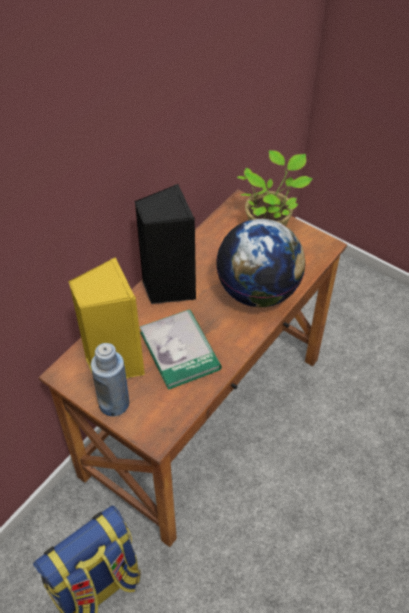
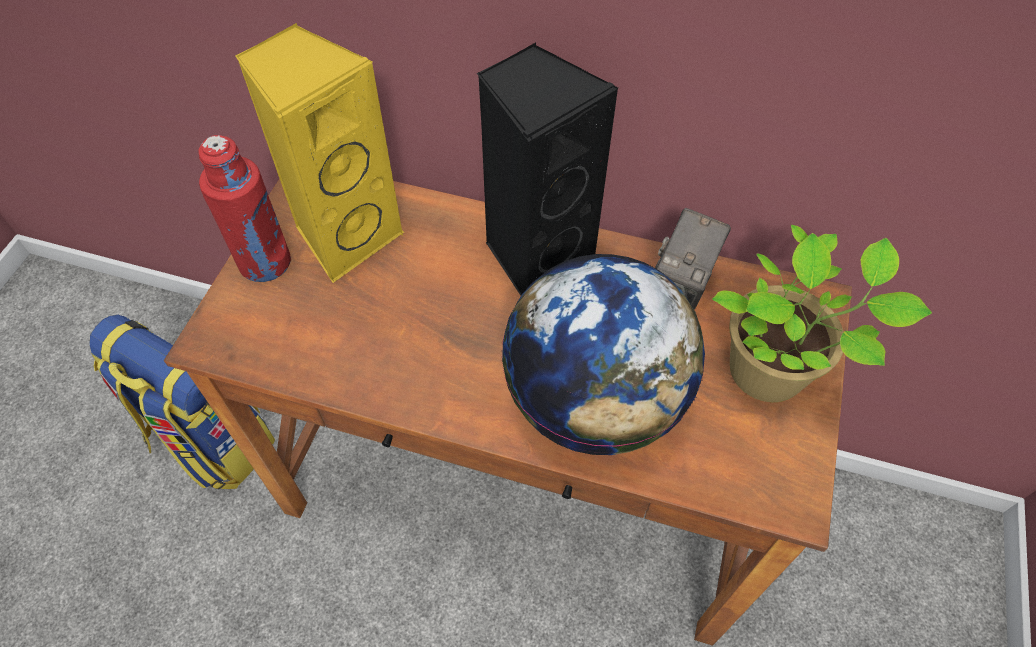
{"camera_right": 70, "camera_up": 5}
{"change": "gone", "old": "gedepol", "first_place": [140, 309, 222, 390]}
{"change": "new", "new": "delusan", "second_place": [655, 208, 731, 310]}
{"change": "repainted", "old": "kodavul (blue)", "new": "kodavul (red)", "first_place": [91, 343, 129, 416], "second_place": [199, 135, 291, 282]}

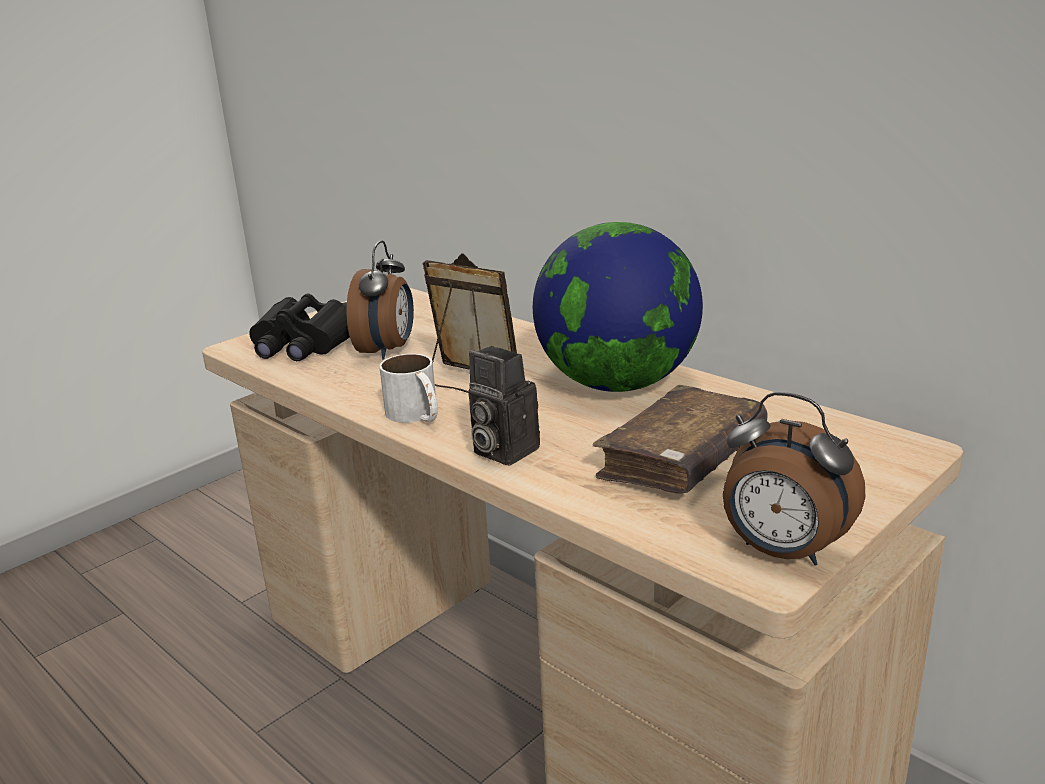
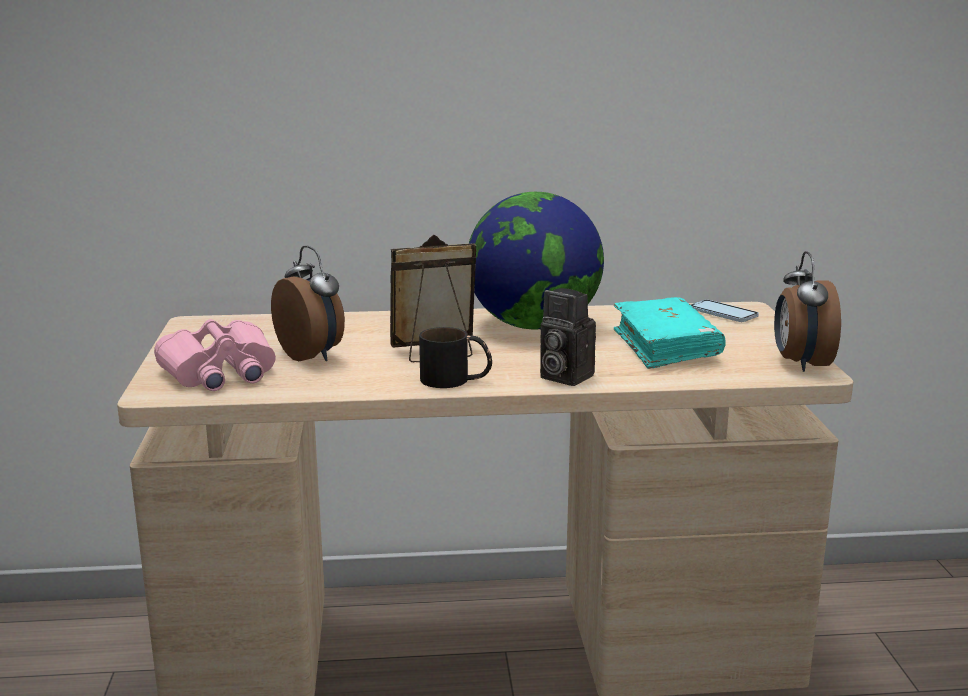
{"camera_right": -50, "camera_up": -5}
{"change": "new", "new": "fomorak", "second_place": [690, 300, 759, 322]}
{"change": "repainted", "old": "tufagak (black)", "new": "tufagak (pink)", "first_place": [249, 293, 350, 361], "second_place": [154, 319, 276, 391]}
{"change": "repainted", "old": "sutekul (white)", "new": "sutekul (black)", "first_place": [379, 354, 438, 423], "second_place": [419, 327, 492, 388]}
{"change": "repainted", "old": "gedepol (brown)", "new": "gedepol (turquoise)", "first_place": [593, 385, 767, 494], "second_place": [614, 297, 725, 369]}
{"change": "rotated", "old": "delusan", "first_place": [469, 346, 540, 466], "second_place": [540, 288, 596, 386], "degrees": 45}
{"change": "rotated", "old": "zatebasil", "first_place": [723, 392, 866, 566], "second_place": [774, 251, 841, 372], "degrees": 105}

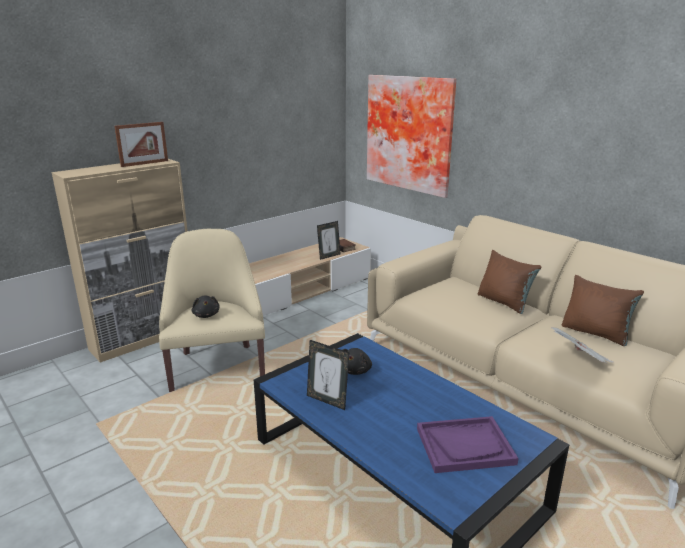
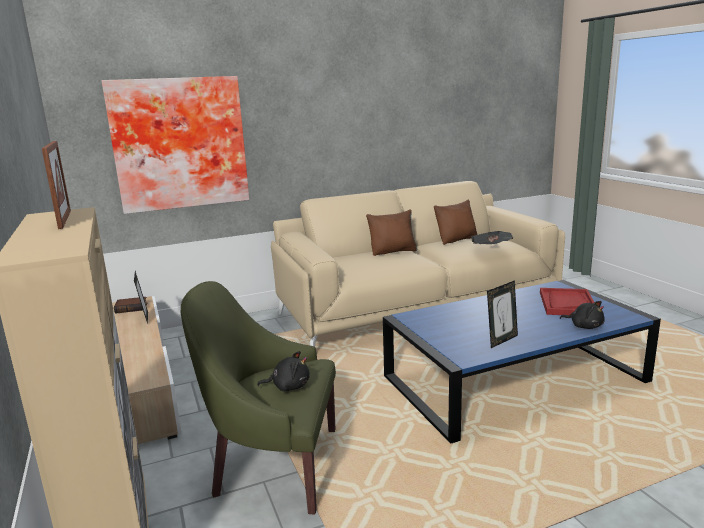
{"camera_right": -70, "camera_up": -5}
{"change": "shifted", "old": "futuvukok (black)", "first_place": [343, 348, 372, 375], "second_place": [560, 301, 605, 329]}
{"change": "repainted", "old": "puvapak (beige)", "new": "puvapak (green)", "first_place": [159, 229, 265, 392], "second_place": [181, 281, 336, 514]}
{"change": "repainted", "old": "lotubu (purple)", "new": "lotubu (red)", "first_place": [417, 416, 519, 473], "second_place": [540, 288, 594, 315]}

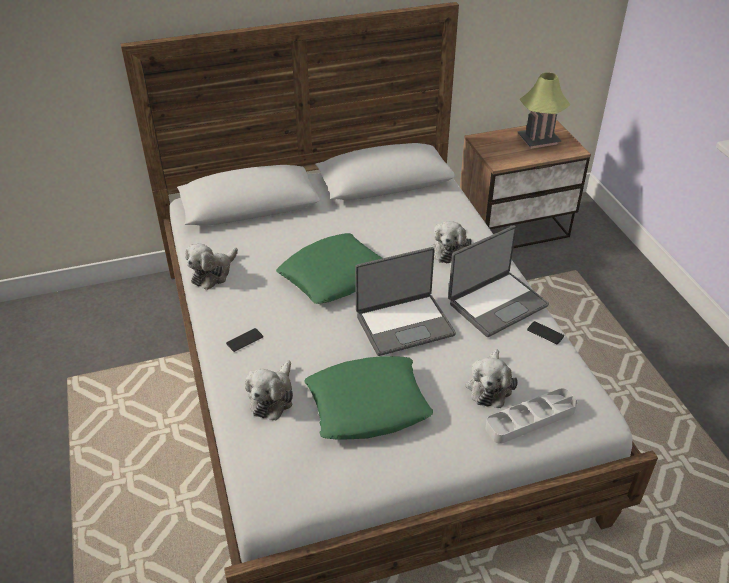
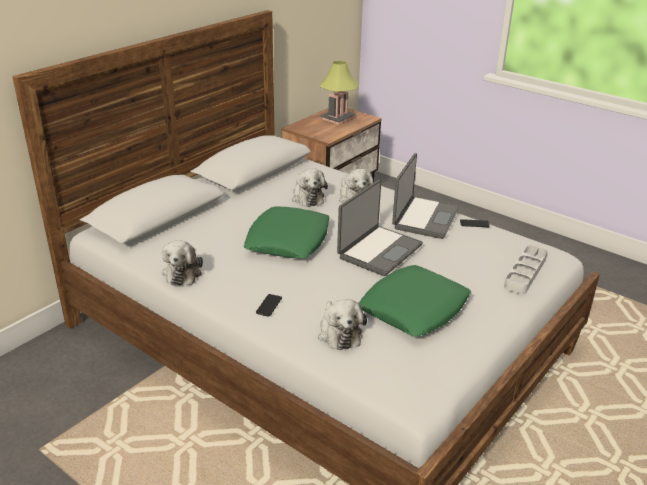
{"camera_right": -35, "camera_up": -10}
{"change": "shifted", "old": "futuvukok", "first_place": [466, 349, 518, 408], "second_place": [292, 168, 328, 207]}

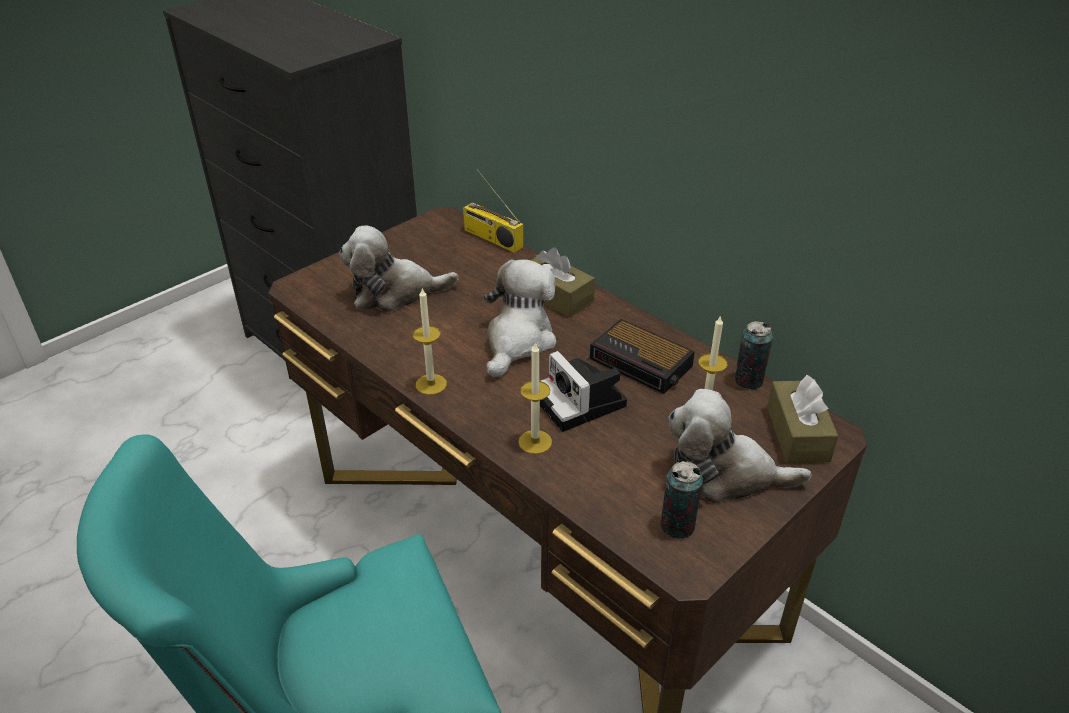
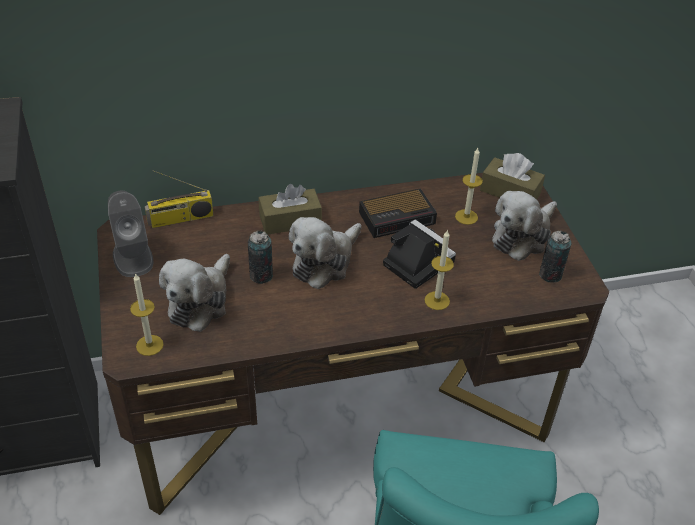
{"camera_right": -60, "camera_up": 5}
{"change": "new", "new": "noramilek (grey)", "second_place": [108, 191, 153, 277]}
{"change": "shifted", "old": "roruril", "first_place": [413, 288, 447, 395], "second_place": [130, 273, 164, 356]}
{"change": "shifted", "old": "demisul", "first_place": [734, 321, 773, 390], "second_place": [248, 231, 273, 284]}
{"change": "rotated", "old": "futuvukok", "first_place": [484, 259, 556, 378], "second_place": [289, 217, 362, 289], "degrees": -105}
{"change": "rotated", "old": "delusan", "first_place": [540, 351, 627, 432], "second_place": [383, 219, 456, 289], "degrees": -135}

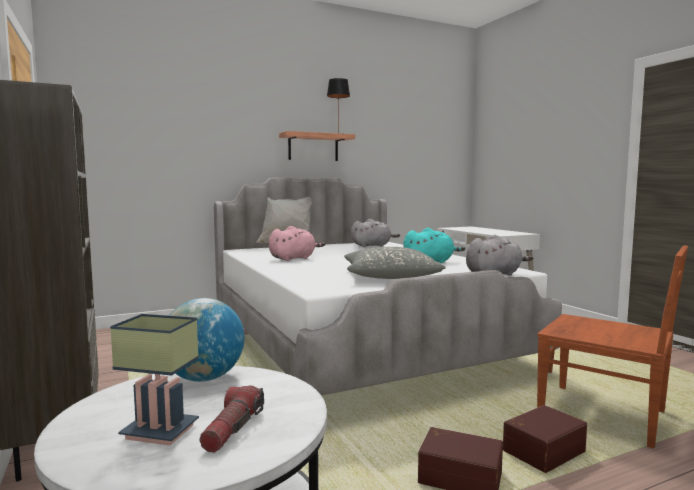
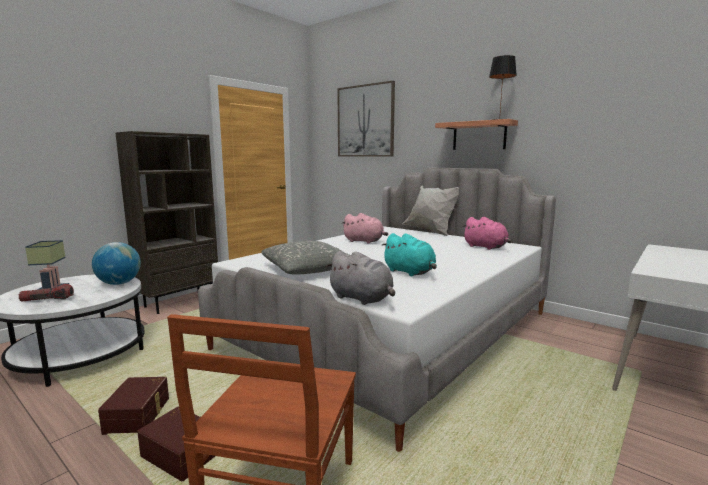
{"camera_right": 65, "camera_up": 5}
{"change": "new", "new": "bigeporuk", "second_place": [337, 81, 395, 157]}
{"change": "repainted", "old": "futuvukok (grey)", "new": "futuvukok (pink)", "first_place": [351, 219, 400, 247], "second_place": [462, 217, 511, 250]}

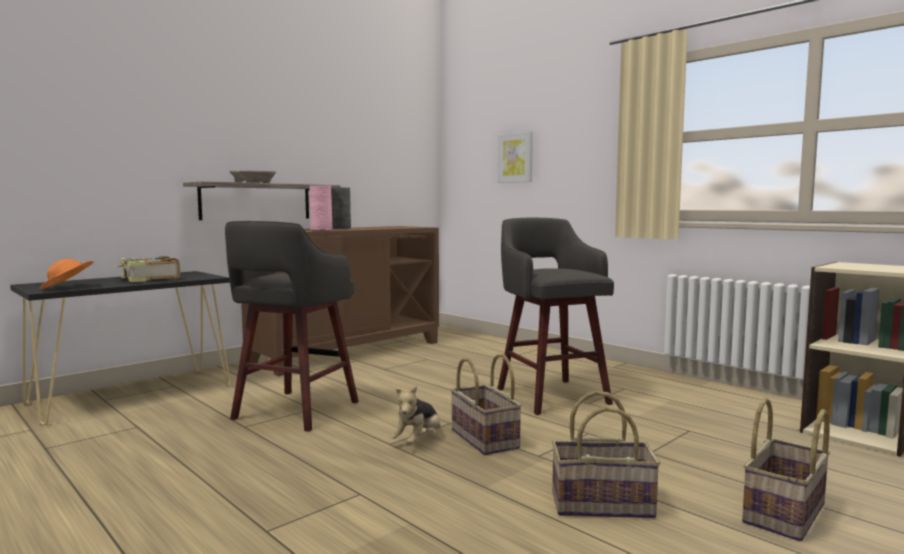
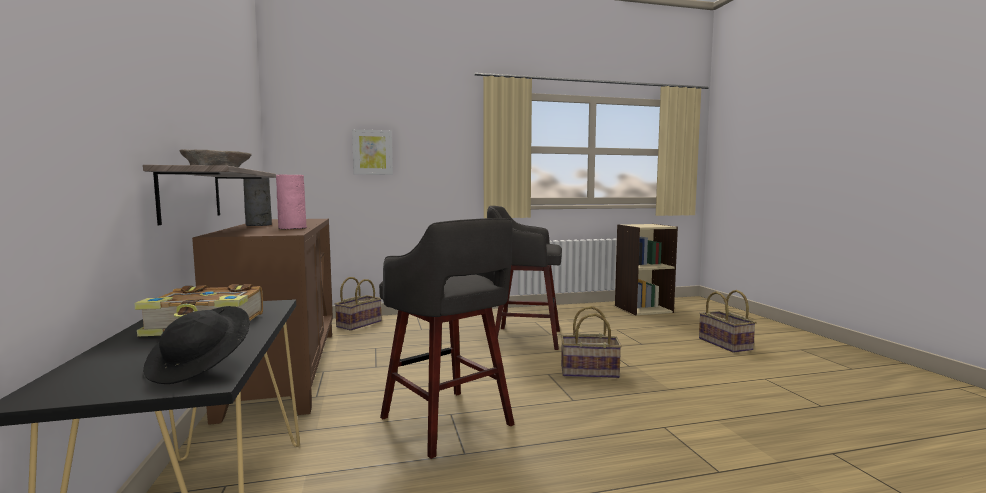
{"camera_right": -60, "camera_up": 0}
{"change": "gone", "old": "futuvukok", "first_place": [390, 386, 440, 444]}
{"change": "shifted", "old": "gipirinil", "first_place": [552, 391, 660, 518], "second_place": [335, 277, 382, 331]}
{"change": "repainted", "old": "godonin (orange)", "new": "godonin (black)", "first_place": [39, 259, 93, 289], "second_place": [143, 306, 250, 384]}

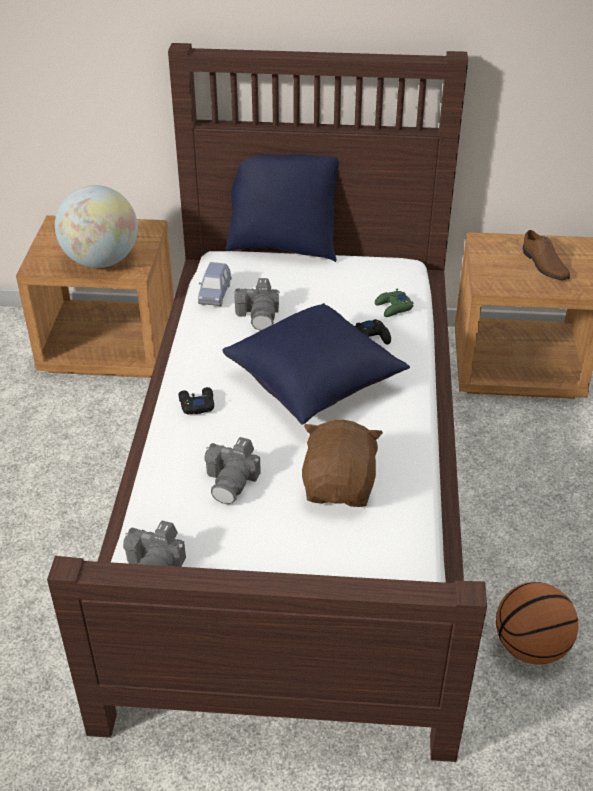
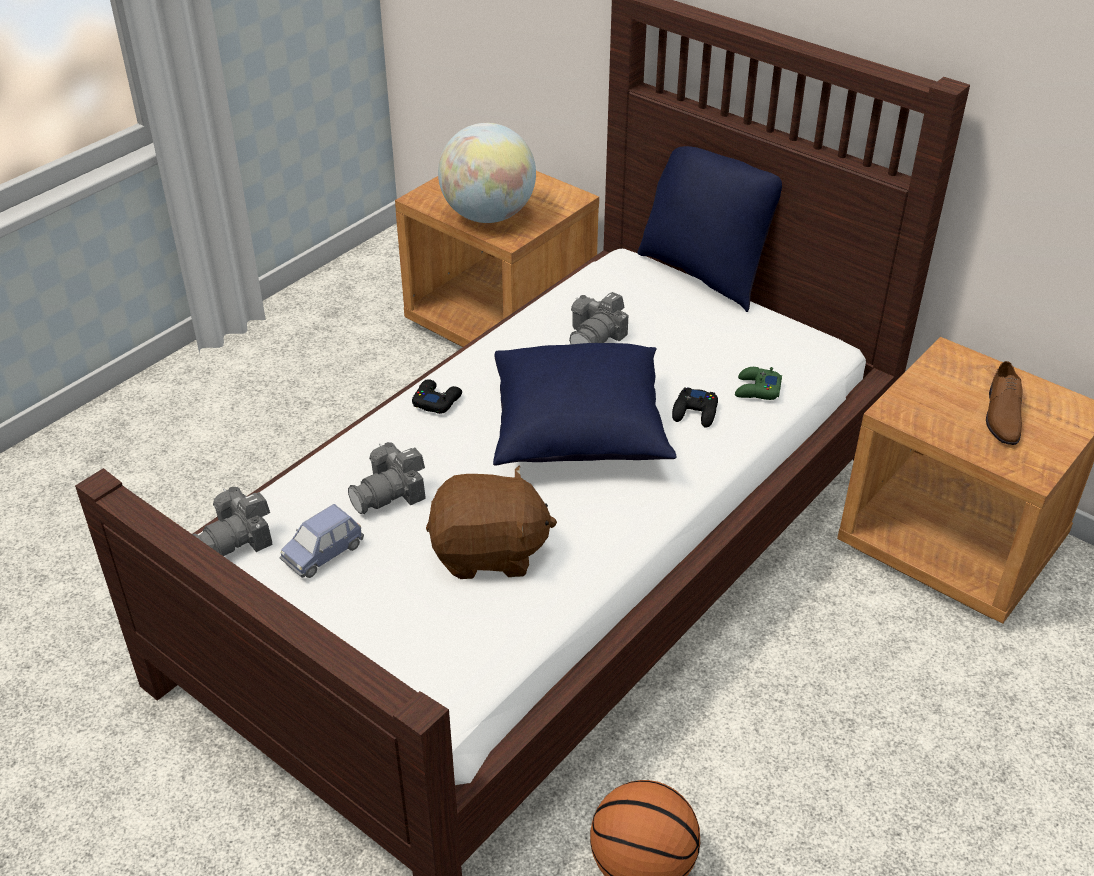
{"camera_right": 35, "camera_up": 0}
{"change": "shifted", "old": "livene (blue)", "first_place": [198, 262, 231, 306], "second_place": [279, 504, 364, 578]}
{"change": "rotated", "old": "futuvukok (brown)", "first_place": [302, 420, 383, 507], "second_place": [426, 466, 557, 579], "degrees": 45}

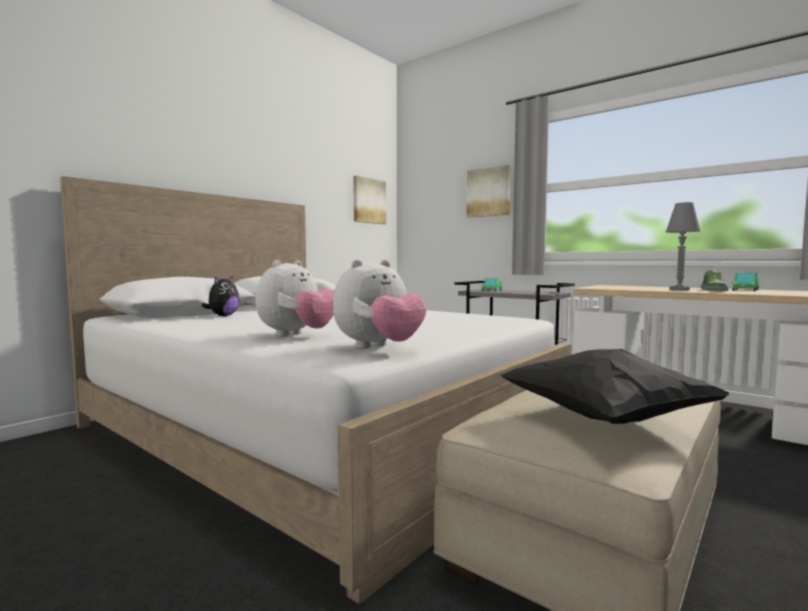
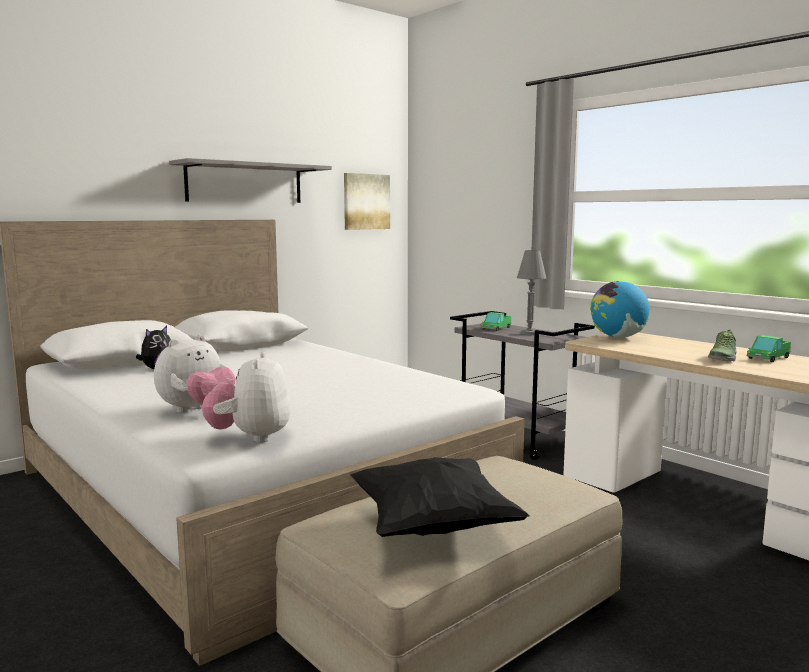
{"camera_right": 10, "camera_up": 5}
{"change": "gone", "old": "bigeporuk", "first_place": [466, 165, 511, 218]}
{"change": "new", "new": "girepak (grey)", "second_place": [169, 158, 332, 203]}
{"change": "new", "new": "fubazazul", "second_place": [590, 281, 650, 338]}
{"change": "shifted", "old": "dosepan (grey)", "first_place": [666, 202, 701, 290], "second_place": [517, 250, 547, 335]}
{"change": "rotated", "old": "futuvukok", "first_place": [333, 260, 427, 349], "second_place": [202, 352, 291, 443], "degrees": 120}

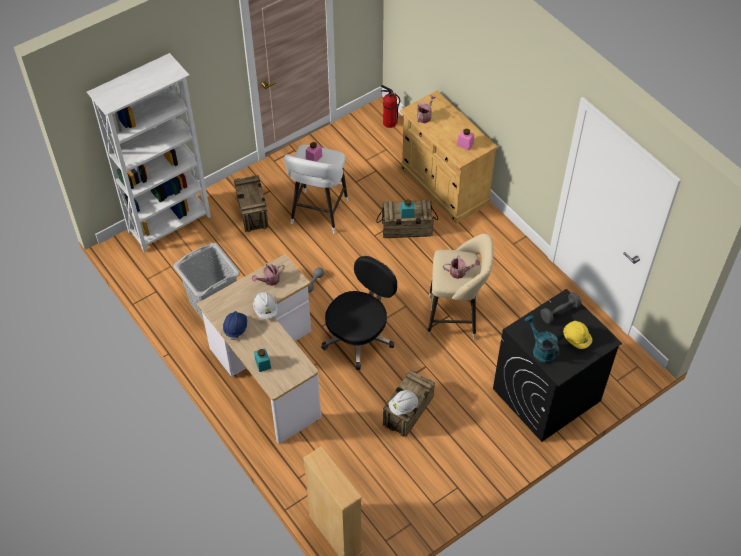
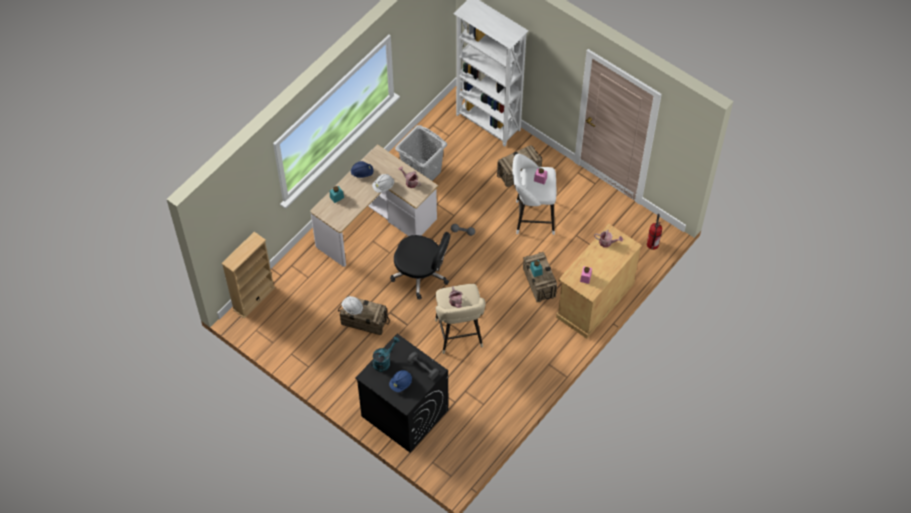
{"camera_right": 75, "camera_up": 5}
{"change": "repainted", "old": "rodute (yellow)", "new": "rodute (blue)", "first_place": [563, 321, 592, 349], "second_place": [389, 370, 412, 392]}

